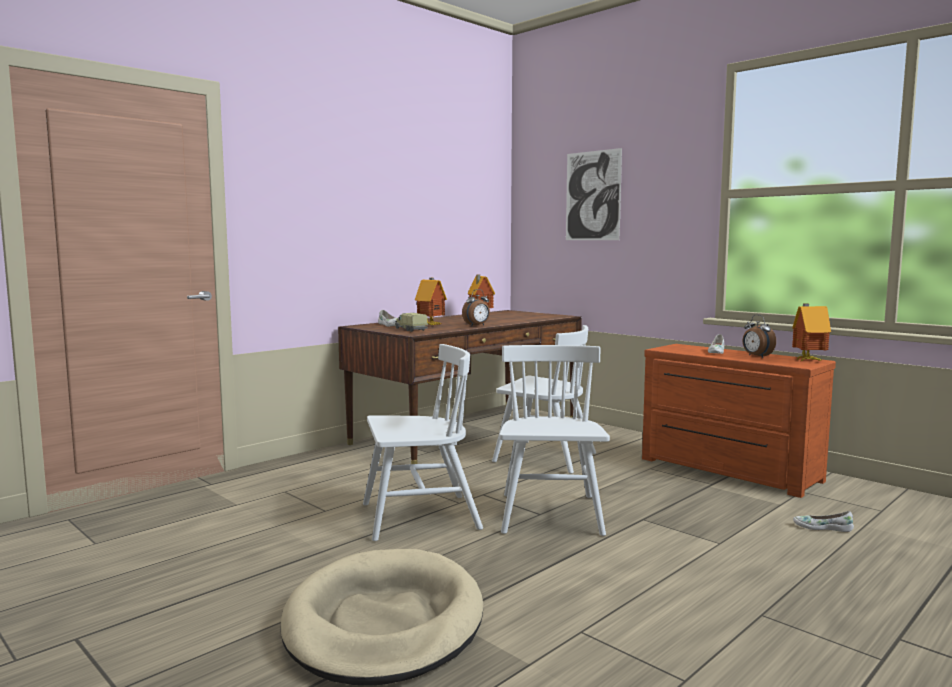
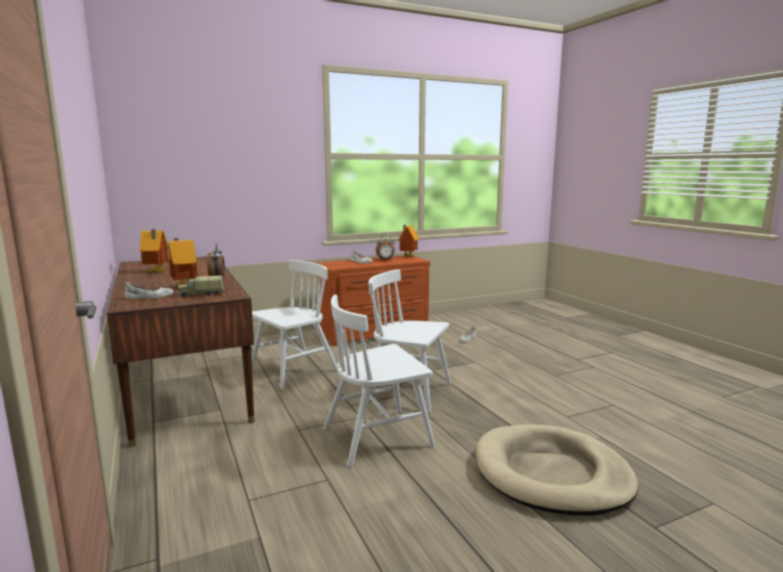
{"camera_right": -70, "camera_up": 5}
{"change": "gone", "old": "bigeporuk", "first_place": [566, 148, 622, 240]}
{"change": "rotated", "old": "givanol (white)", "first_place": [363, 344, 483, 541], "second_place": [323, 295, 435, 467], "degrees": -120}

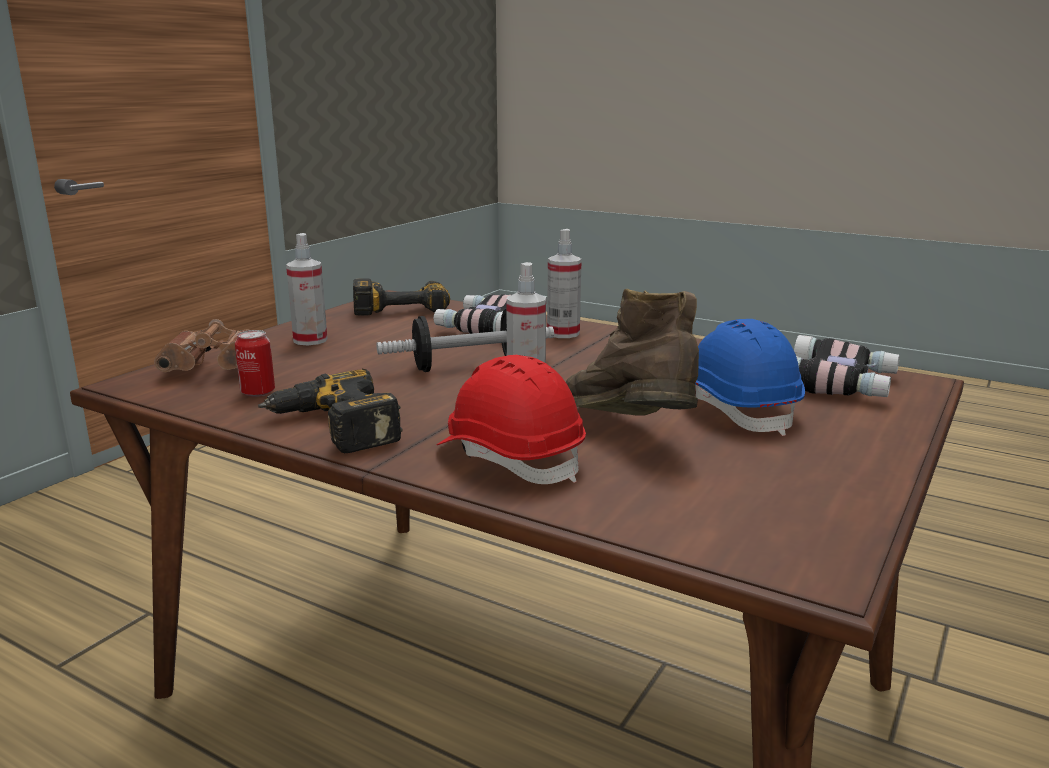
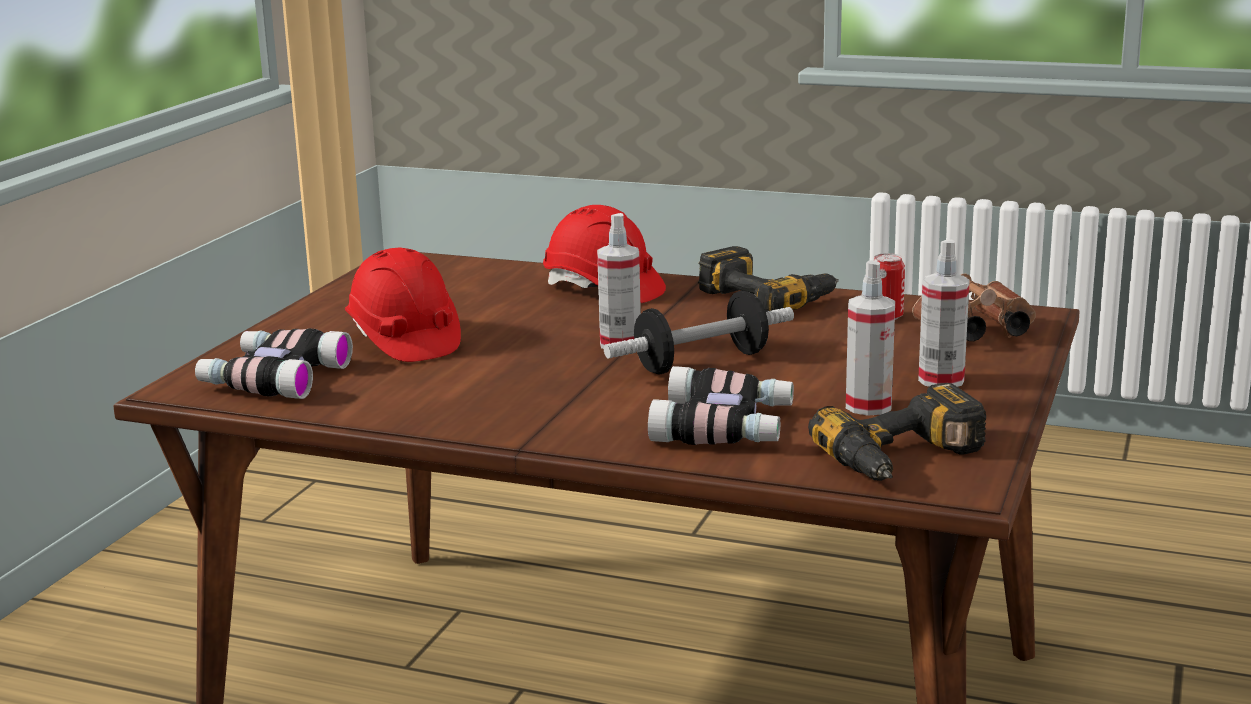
{"camera_right": 170, "camera_up": 0}
{"change": "gone", "old": "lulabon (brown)", "first_place": [566, 289, 699, 416]}
{"change": "shifted", "old": "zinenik", "first_place": [547, 229, 582, 338], "second_place": [846, 260, 895, 416]}
{"change": "repainted", "old": "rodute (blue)", "new": "rodute (red)", "first_place": [695, 319, 805, 436], "second_place": [345, 247, 461, 362]}

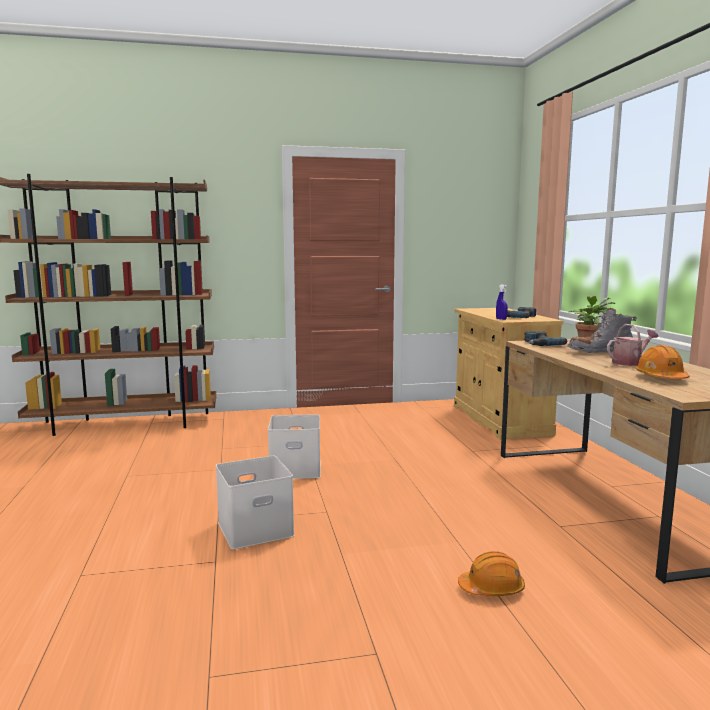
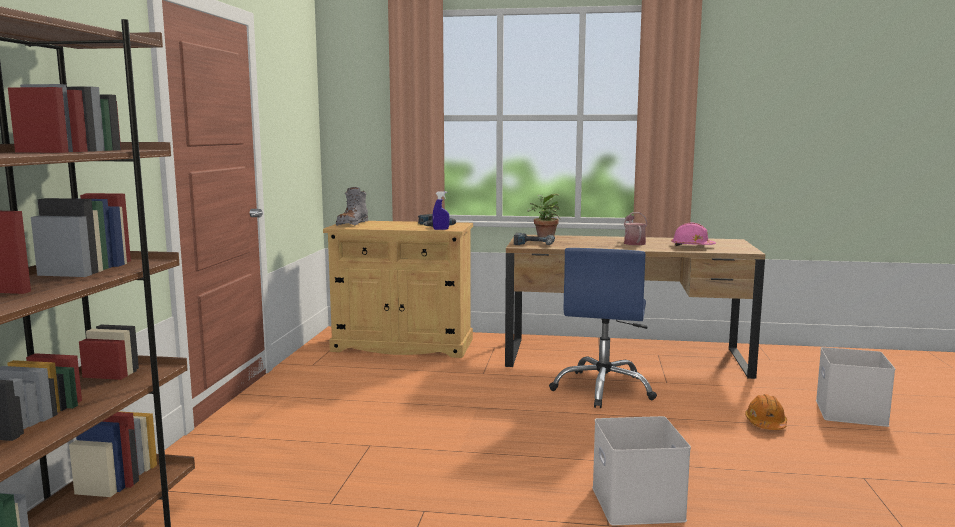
{"camera_right": -70, "camera_up": 0}
{"change": "new", "new": "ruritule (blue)", "second_place": [549, 248, 657, 408]}
{"change": "shifted", "old": "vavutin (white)", "first_place": [268, 414, 321, 479], "second_place": [816, 347, 895, 427]}
{"change": "shifted", "old": "lulabon (grey)", "first_place": [567, 308, 637, 353], "second_place": [336, 187, 368, 226]}
{"change": "repainted", "old": "rodute (orange)", "new": "rodute (pink)", "first_place": [635, 345, 690, 379], "second_place": [671, 222, 716, 246]}

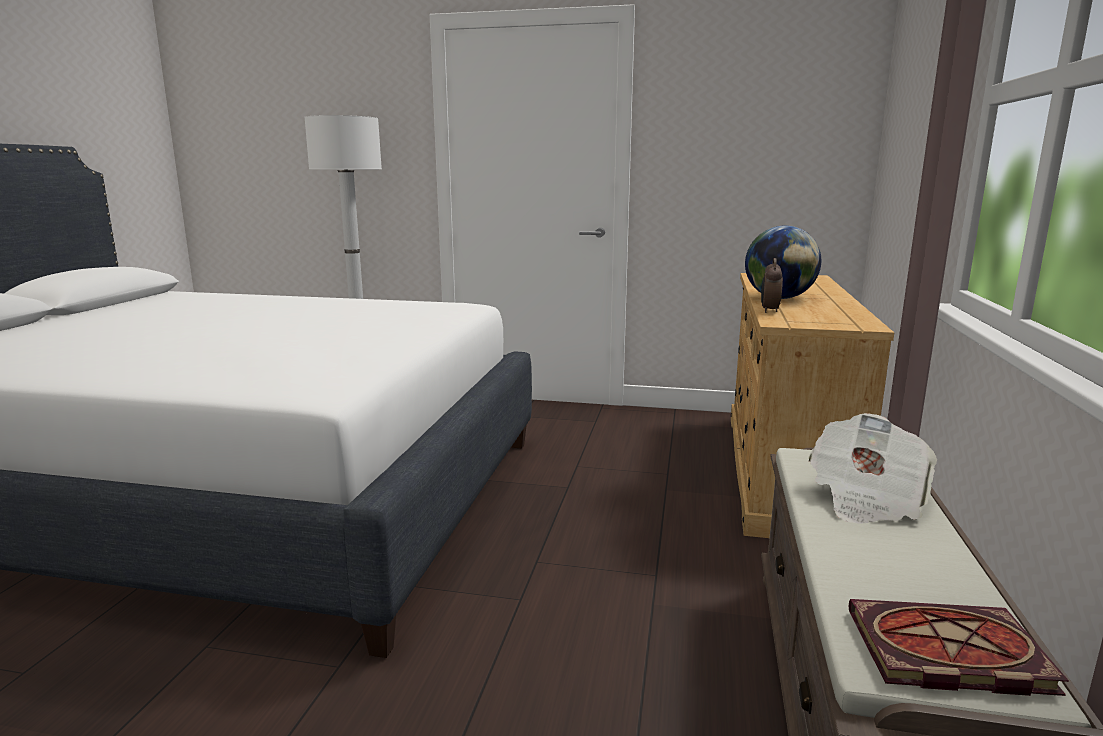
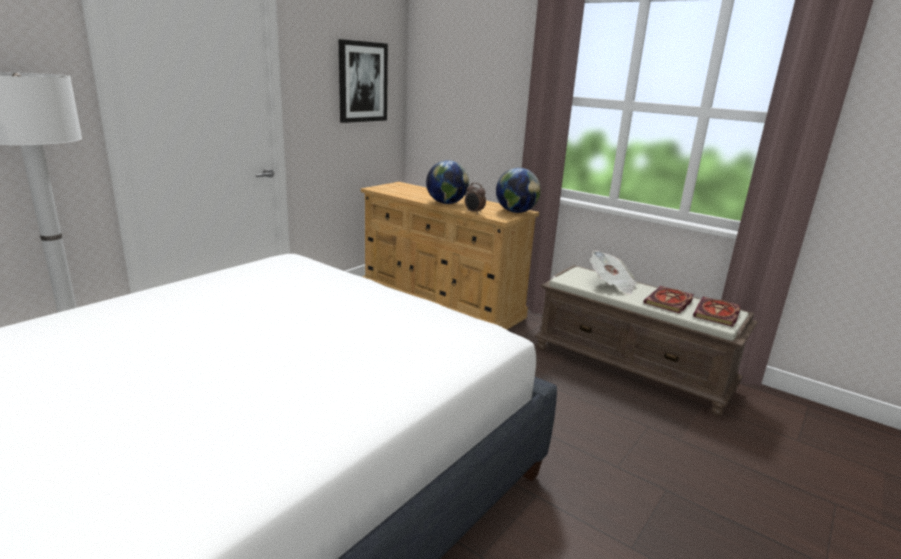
{"camera_right": -65, "camera_up": 5}
{"change": "new", "new": "bigeporuk", "second_place": [339, 39, 388, 123]}
{"change": "new", "new": "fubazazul", "second_place": [496, 168, 541, 213]}
{"change": "new", "new": "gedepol", "second_place": [644, 286, 694, 313]}

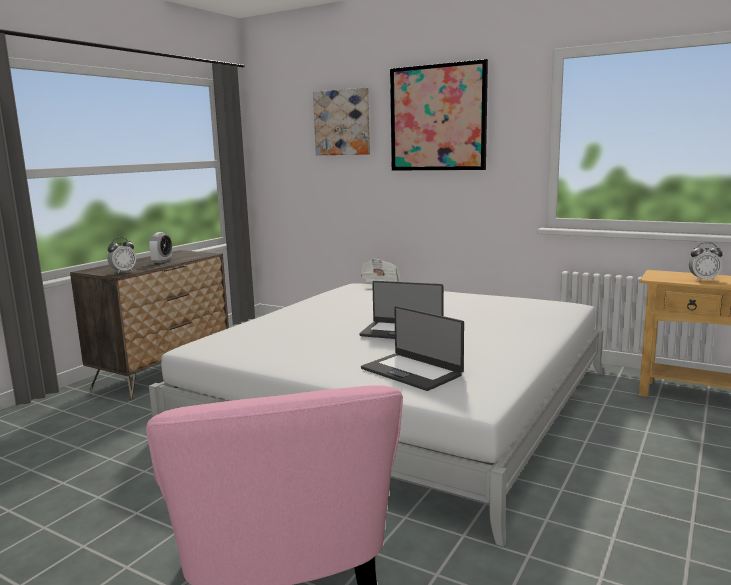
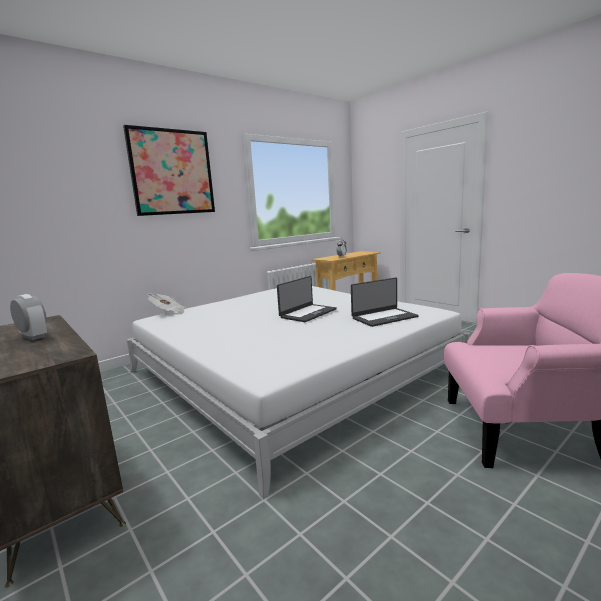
{"camera_right": -70, "camera_up": 0}
{"change": "gone", "old": "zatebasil", "first_place": [107, 237, 136, 274]}
{"change": "gone", "old": "bigeporuk", "first_place": [313, 88, 370, 156]}

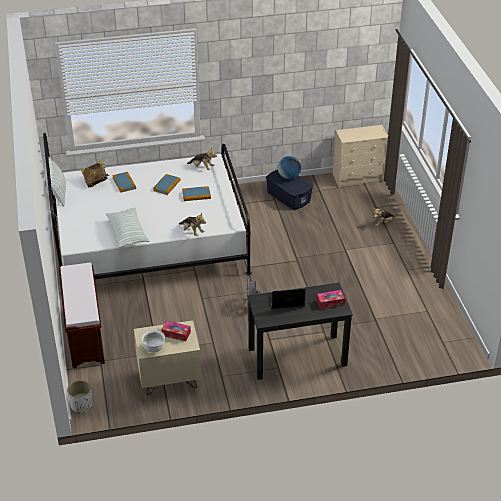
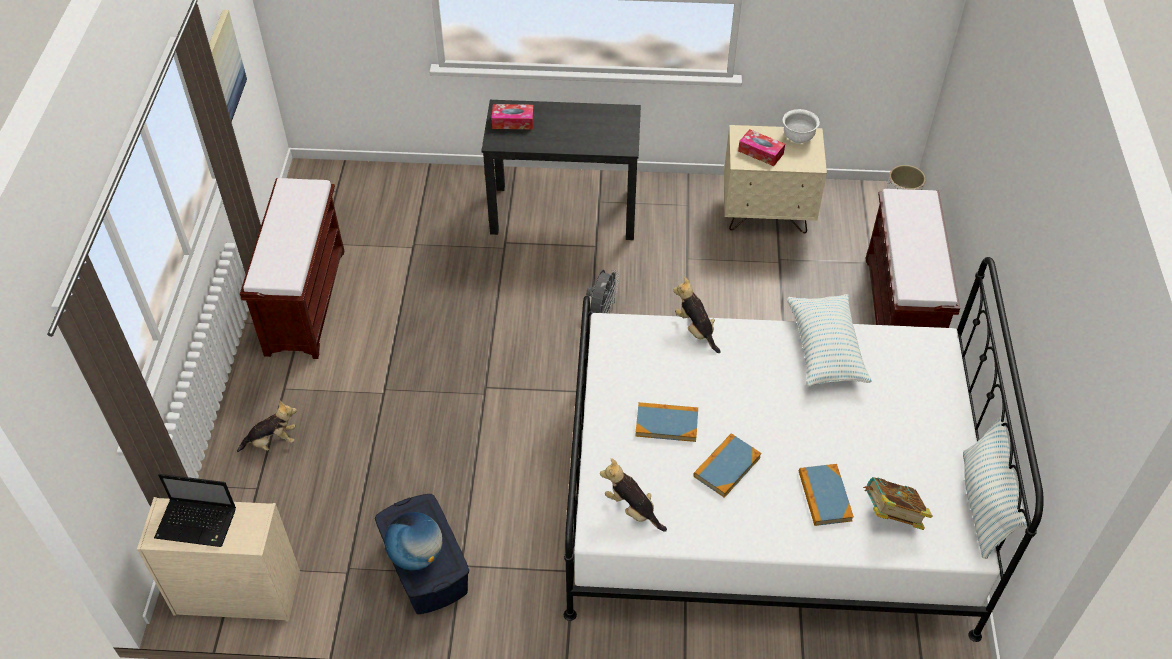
{"camera_right": -165, "camera_up": 10}
{"change": "new", "new": "bigeporuk", "second_place": [209, 10, 247, 122]}
{"change": "new", "new": "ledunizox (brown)", "second_place": [240, 178, 345, 359]}
{"change": "shifted", "old": "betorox", "first_place": [269, 289, 306, 309], "second_place": [154, 474, 236, 547]}

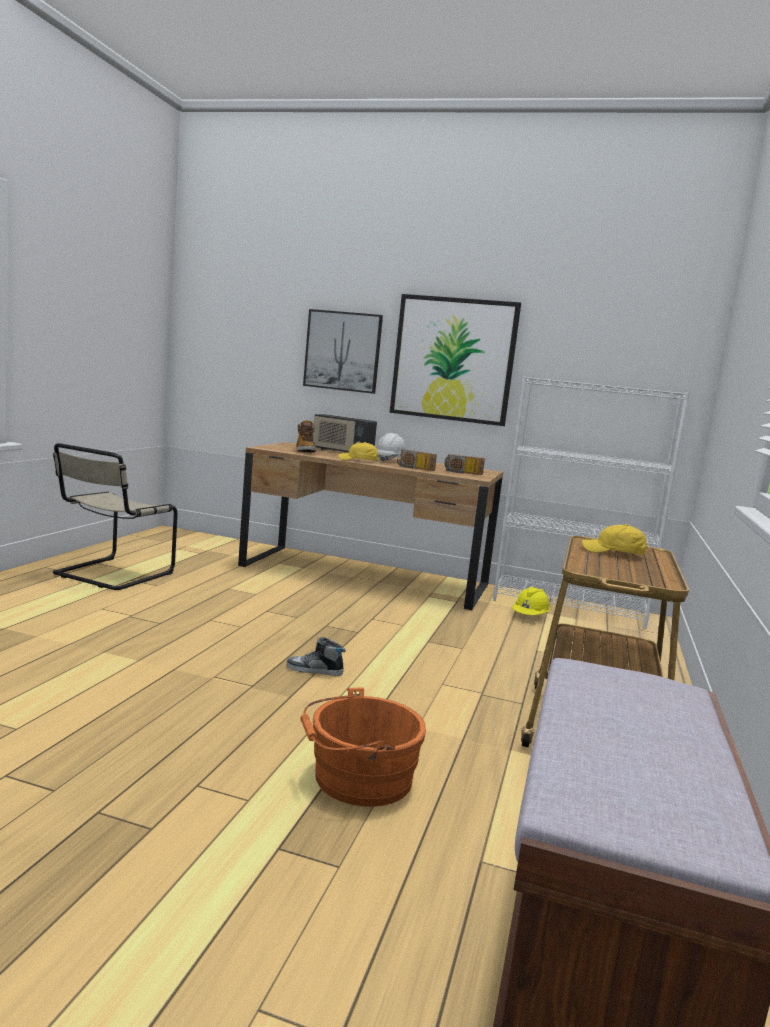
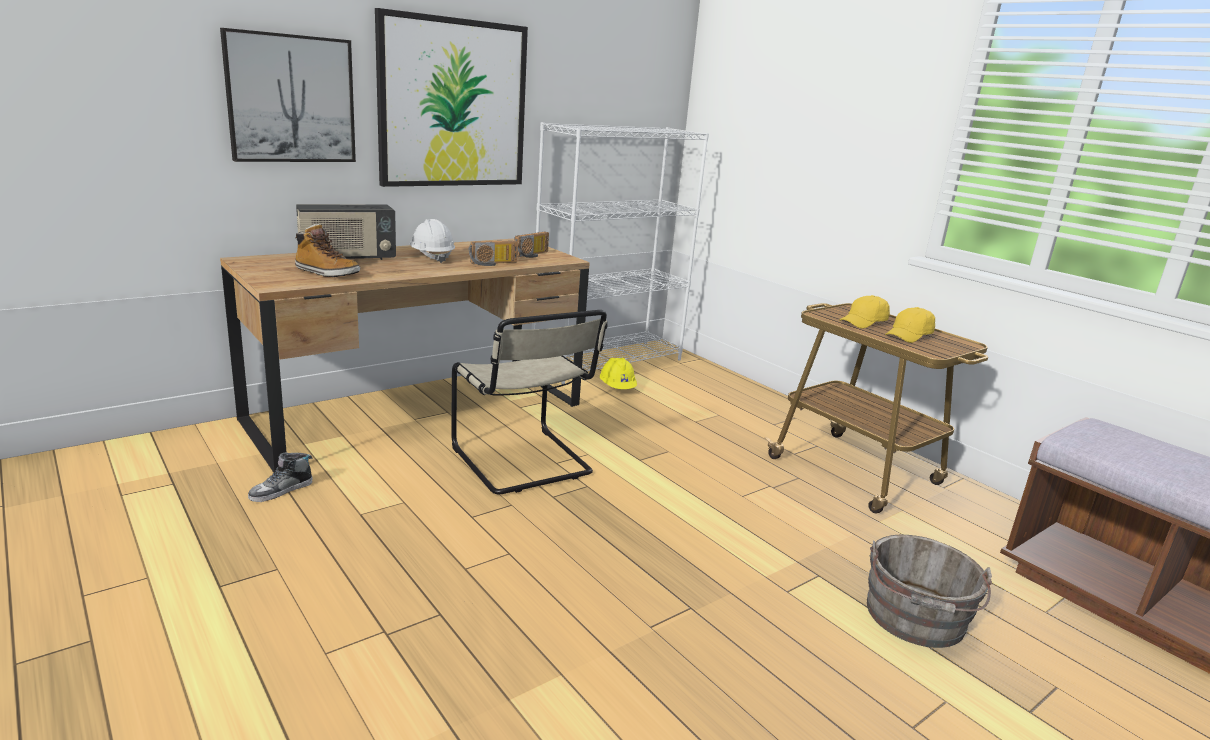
{"camera_right": -55, "camera_up": 10}
{"change": "shifted", "old": "givanol (beige)", "first_place": [53, 443, 178, 590], "second_place": [451, 310, 608, 494]}
{"change": "shifted", "old": "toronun", "first_place": [287, 637, 346, 676], "second_place": [248, 453, 313, 502]}
{"change": "shifted", "old": "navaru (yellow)", "first_place": [339, 442, 378, 461], "second_place": [885, 307, 935, 343]}
{"change": "repainted", "old": "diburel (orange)", "new": "diburel (grey)", "first_place": [300, 687, 426, 807], "second_place": [867, 535, 992, 648]}

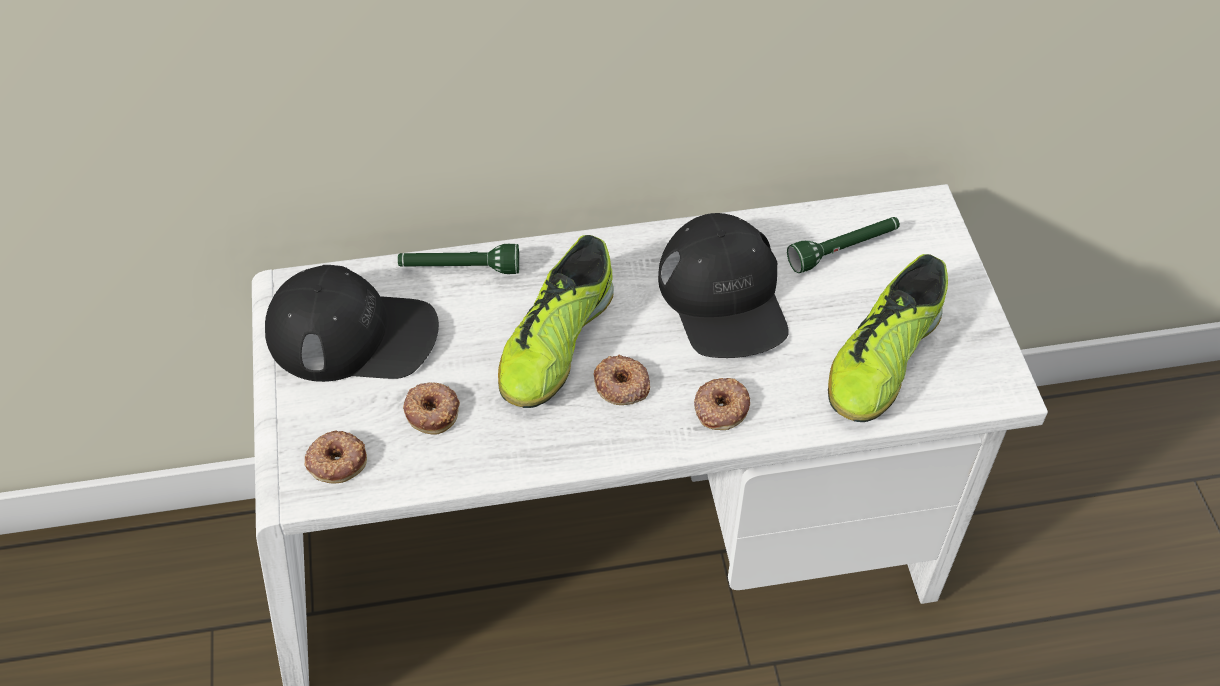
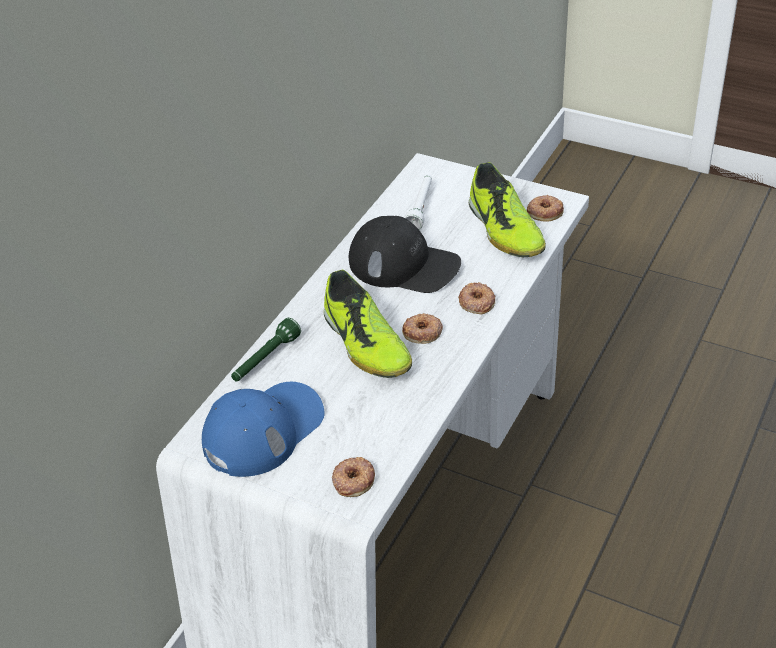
{"camera_right": -50, "camera_up": -10}
{"change": "shifted", "old": "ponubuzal", "first_place": [403, 382, 460, 435], "second_place": [527, 195, 564, 222]}
{"change": "repainted", "old": "navaru (black)", "new": "navaru (blue)", "first_place": [265, 265, 439, 382], "second_place": [202, 382, 325, 477]}
{"change": "repainted", "old": "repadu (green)", "new": "repadu (white)", "first_place": [787, 217, 900, 273], "second_place": [404, 175, 432, 230]}

